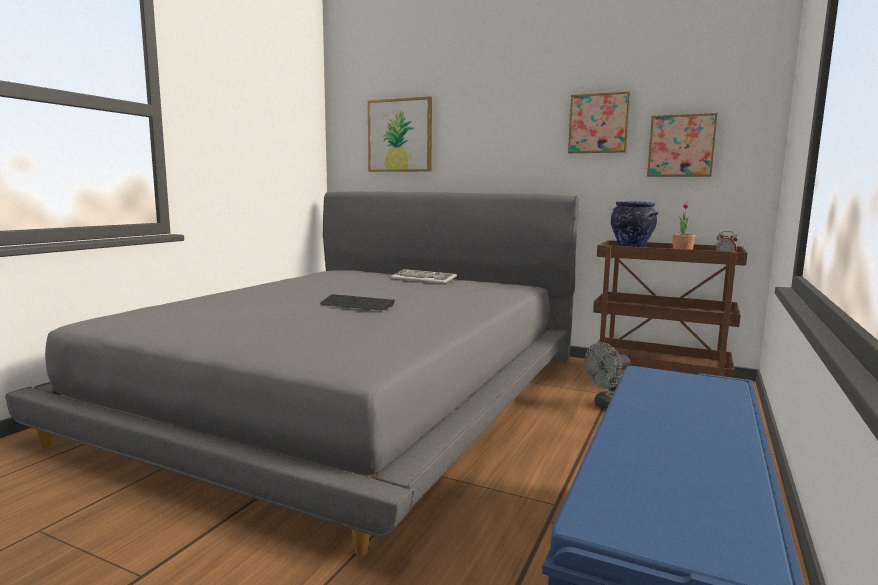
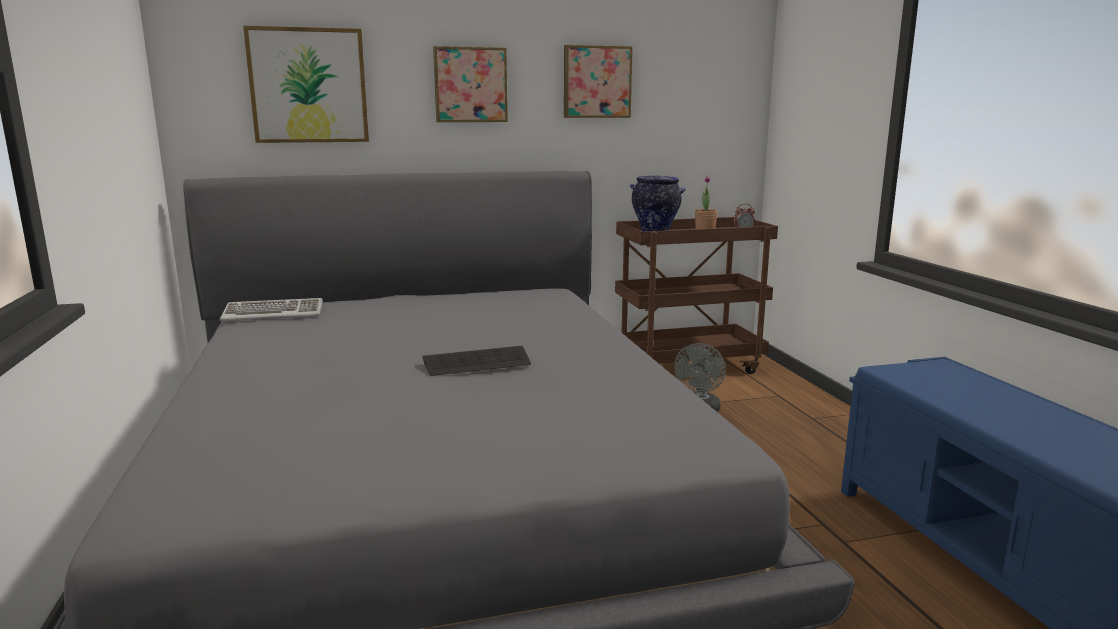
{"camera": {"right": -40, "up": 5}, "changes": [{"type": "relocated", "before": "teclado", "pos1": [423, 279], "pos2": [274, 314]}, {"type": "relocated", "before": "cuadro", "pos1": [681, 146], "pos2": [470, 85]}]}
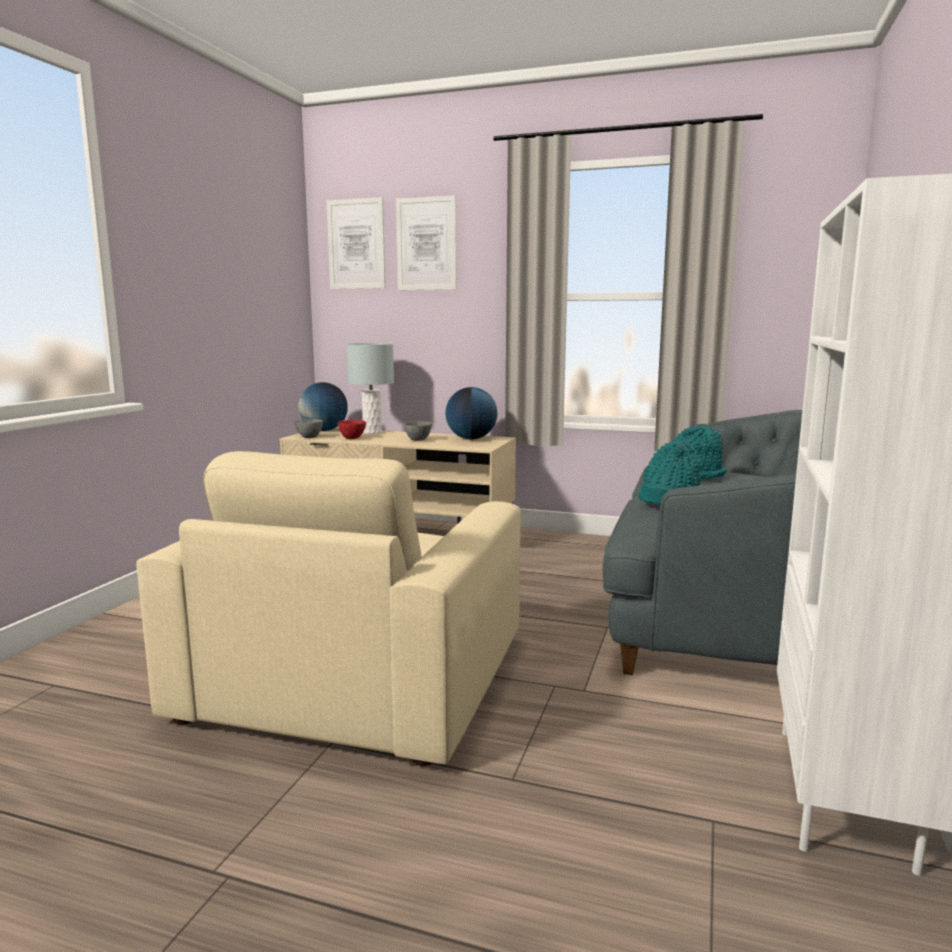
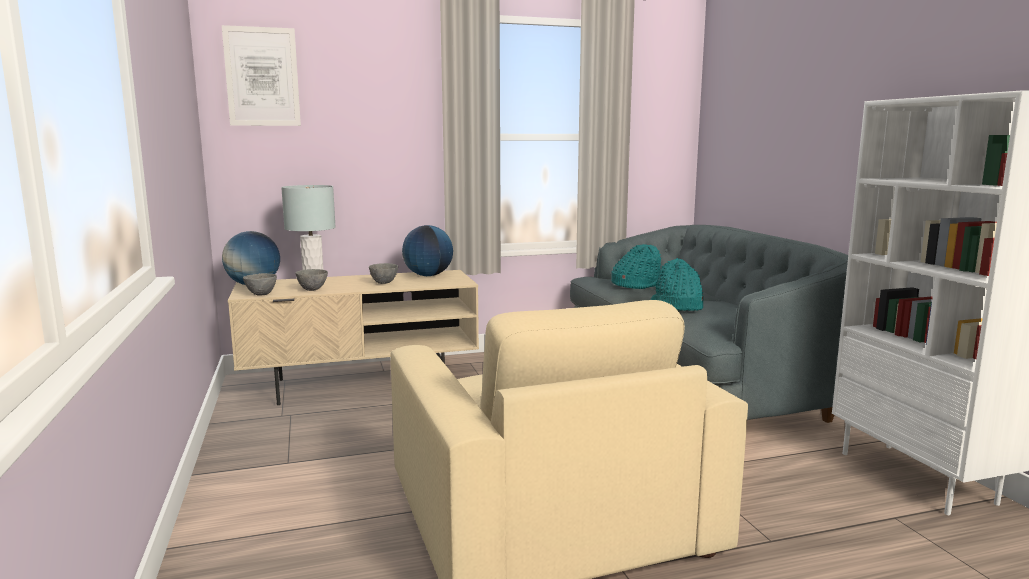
{"camera": {"right": -35, "up": 0}, "changes": [{"type": "colour", "before": "cuenco (rojo)", "after": "cuenco (gris)", "pos1": [352, 438], "pos2": [312, 289]}, {"type": "missing", "before": "cuadro", "pos1": [426, 244]}]}
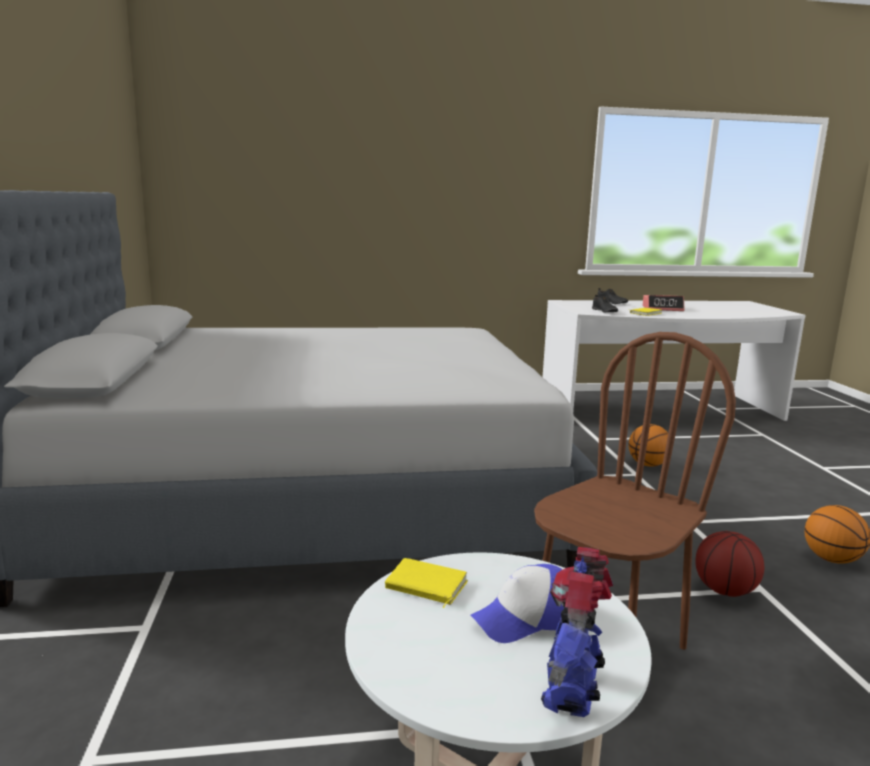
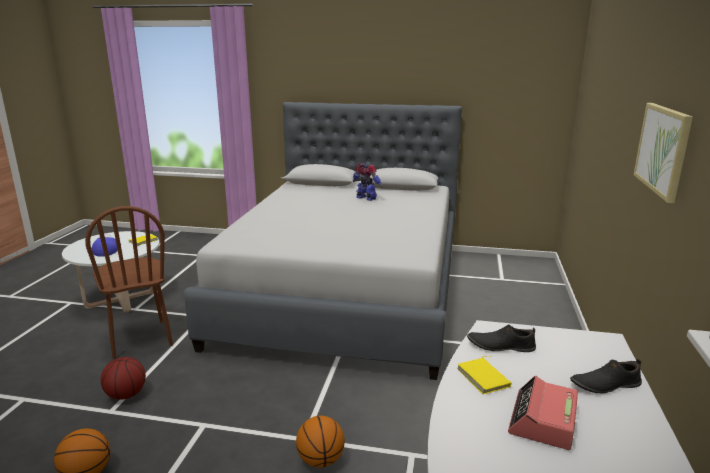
{"camera": {"right": 110, "up": 5}, "changes": [{"type": "relocated", "before": "robot de juguete", "pos1": [572, 688], "pos2": [366, 198]}, {"type": "appeared", "after": "cuadro", "pos2": [663, 149]}]}
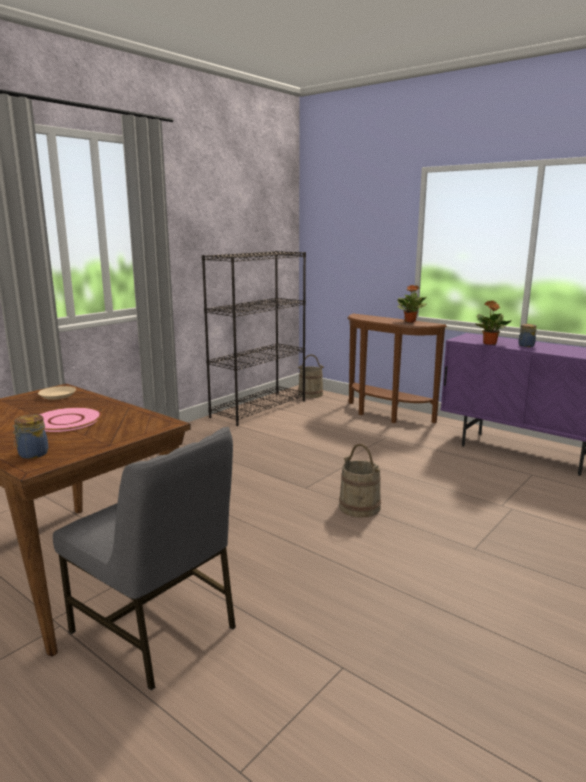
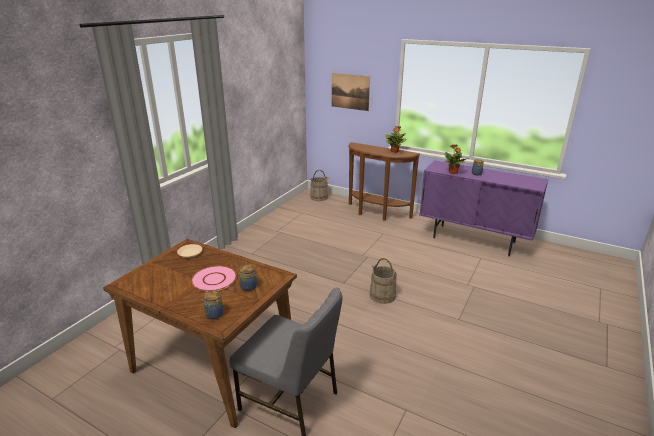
{"camera": {"right": -10, "up": 10}, "changes": [{"type": "missing", "before": "estantería (negro)", "pos1": [259, 408]}, {"type": "appeared", "after": "tarro", "pos2": [248, 286]}, {"type": "appeared", "after": "cuadro", "pos2": [350, 91]}]}
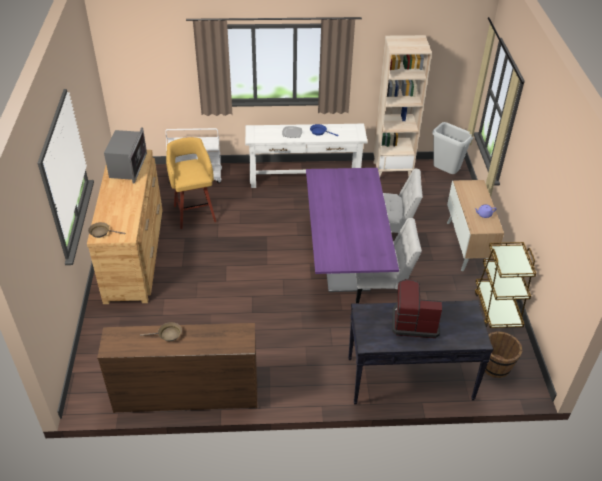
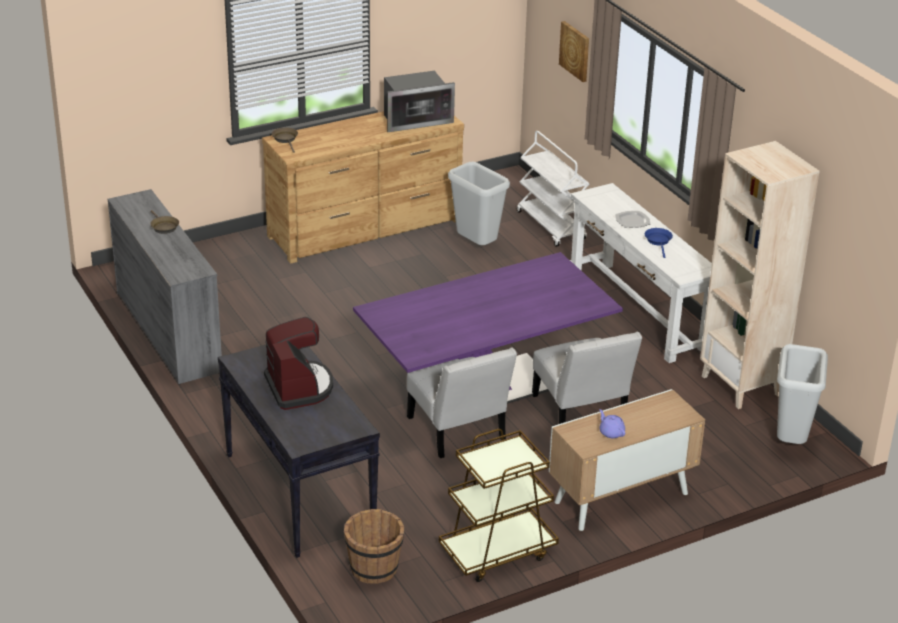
{"camera": {"right": 65, "up": -10}, "changes": [{"type": "colour", "before": "cómoda (marrón)", "after": "cómoda (gris)", "pos1": [186, 395], "pos2": [169, 331]}, {"type": "exchanged", "before": "taburete (amarillo)", "after": "papelera (gris)", "pos1": [194, 212], "pos2": [477, 246]}, {"type": "appeared", "after": "cuadro", "pos2": [575, 51]}]}
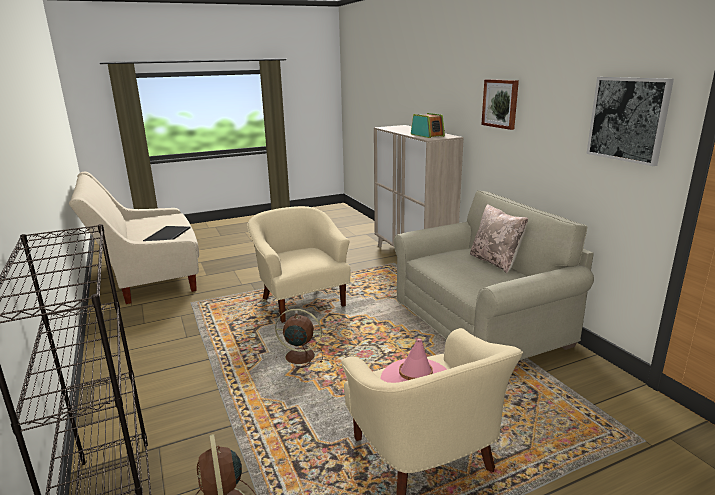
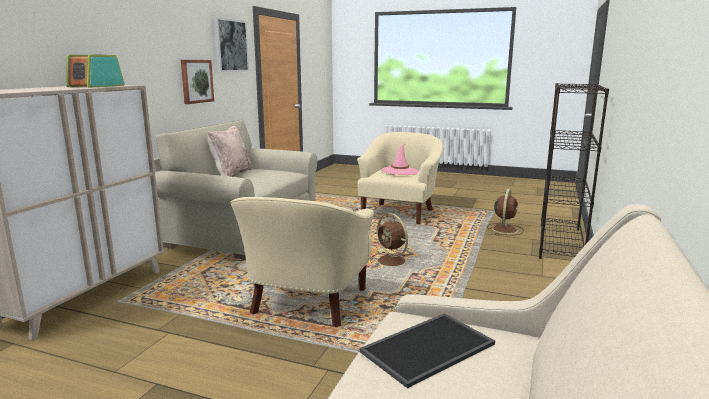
{"camera": {"right": -135, "up": -5}, "changes": [{"type": "relocated", "before": "cuadro", "pos1": [500, 103], "pos2": [196, 81]}]}
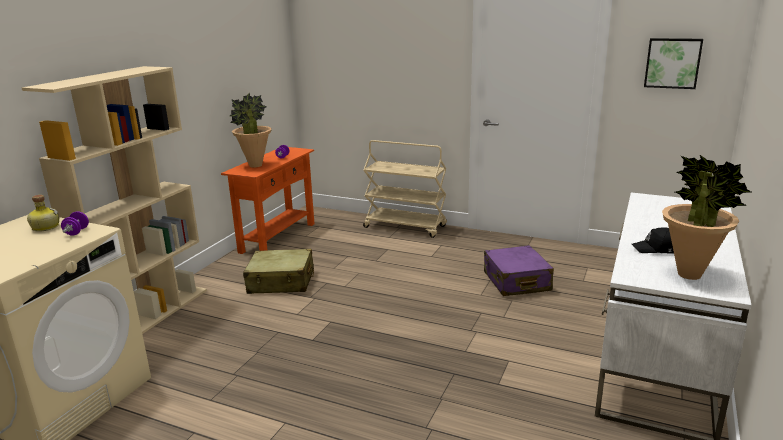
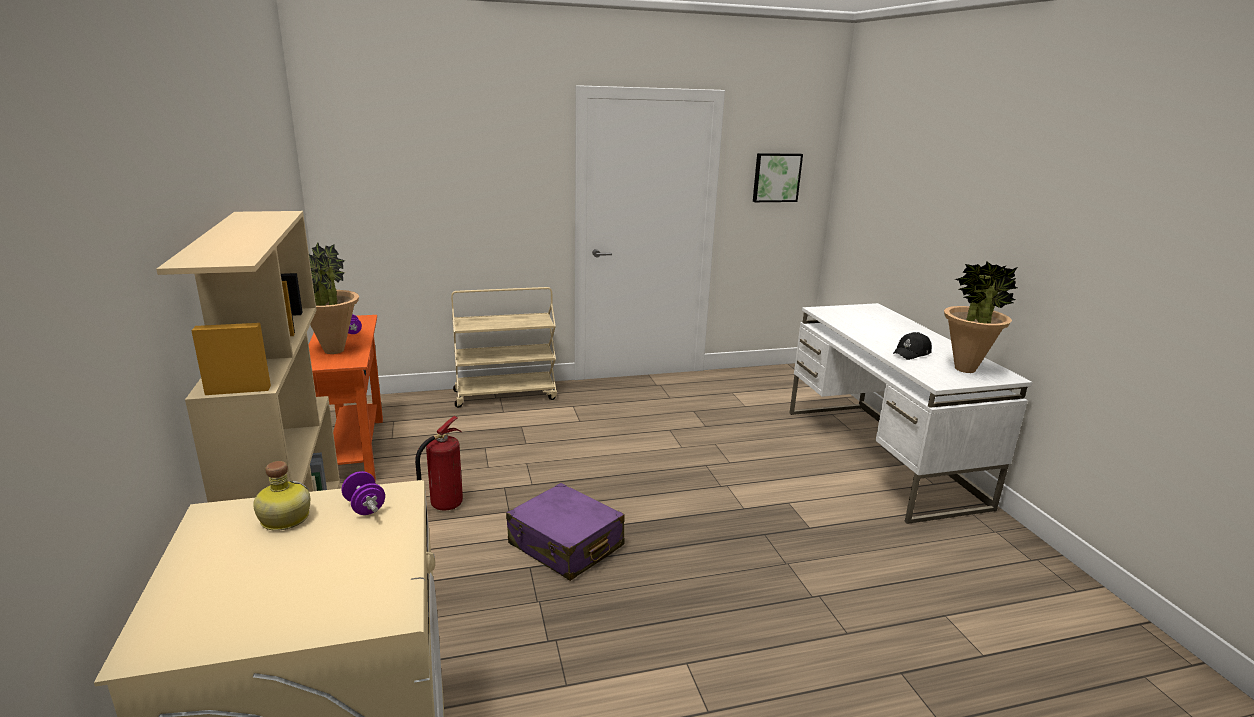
{"camera": {"right": -40, "up": 0}, "changes": [{"type": "exchanged", "before": "maleta (beis)", "after": "extintor", "pos1": [281, 282], "pos2": [444, 505]}, {"type": "relocated", "before": "maleta (morado)", "pos1": [516, 281], "pos2": [566, 545]}]}
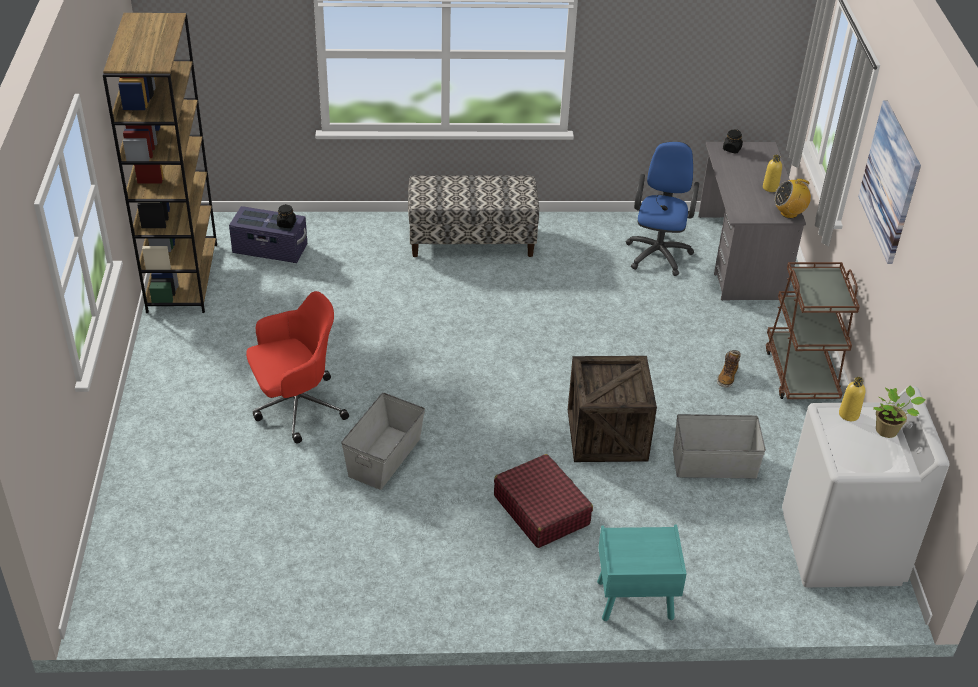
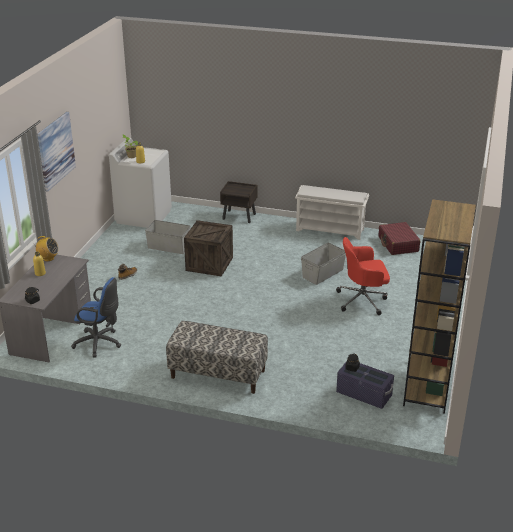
{"camera": {"right": -160, "up": -10}, "changes": [{"type": "relocated", "before": "maleta (rojo)", "pos1": [541, 510], "pos2": [398, 244]}, {"type": "colour", "before": "mesita de noche (turquesa)", "after": "mesita de noche (marrón)", "pos1": [634, 600], "pos2": [239, 217]}, {"type": "spun", "before": "silla de oficina (azul)", "pos1": [659, 252], "pos2": [100, 343], "turn": -105}, {"type": "missing", "before": "carrito (marrón)", "pos1": [801, 373]}, {"type": "appeared", "after": "zapatero (blanco)", "pos2": [330, 230]}]}
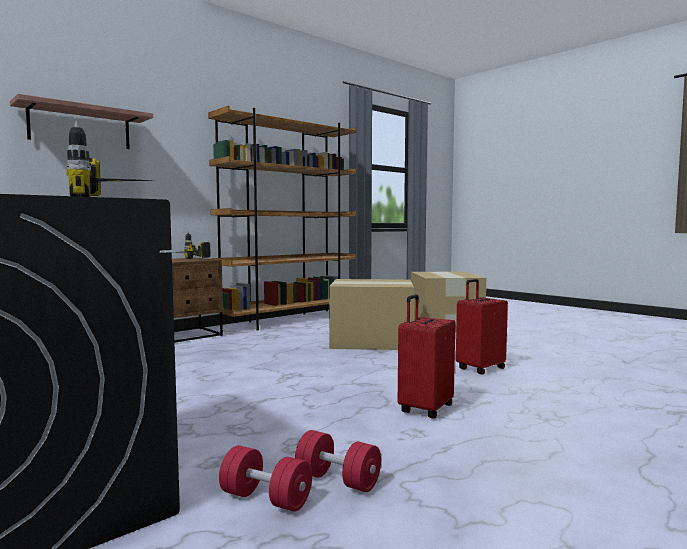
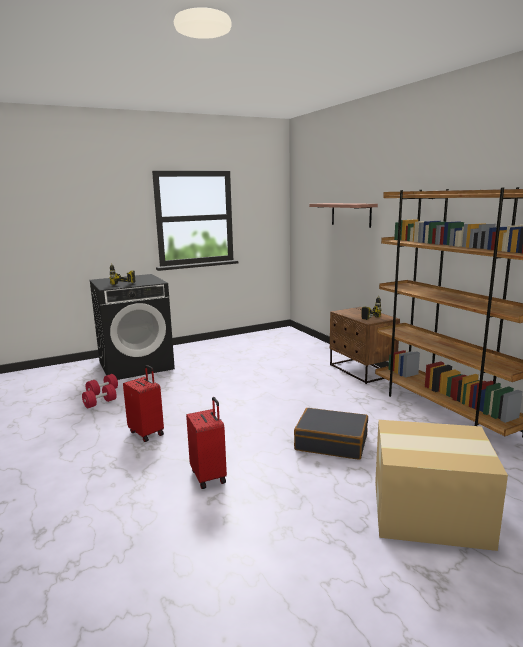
{"camera": {"right": 105, "up": 10}, "changes": [{"type": "exchanged", "before": "caja de cartón", "after": "maleta (negro)", "pos1": [373, 341], "pos2": [331, 442]}]}
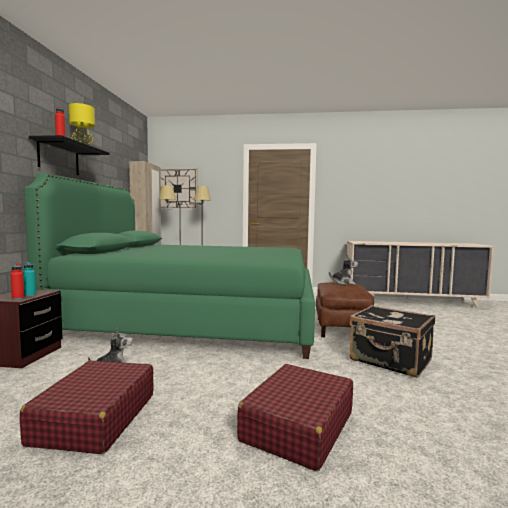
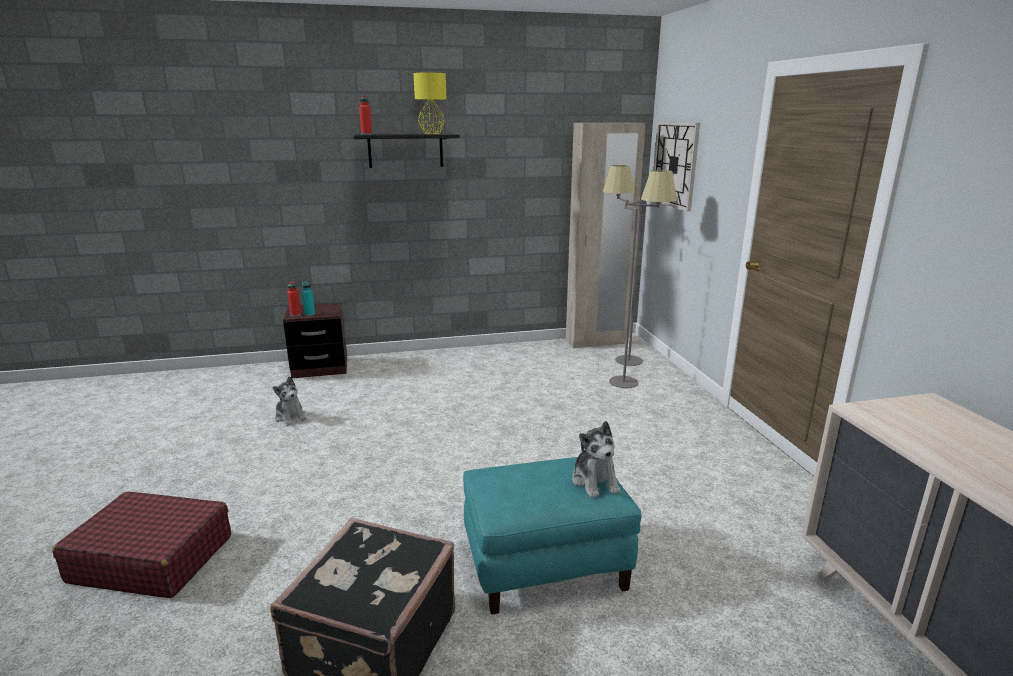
{"camera": {"right": 70, "up": 15}, "changes": [{"type": "missing", "before": "maleta (rojo)", "pos1": [95, 418]}, {"type": "missing", "before": "cama (verde)", "pos1": [195, 321]}, {"type": "colour", "before": "puf (marrón)", "after": "puf (turquesa)", "pos1": [341, 328], "pos2": [546, 564]}]}
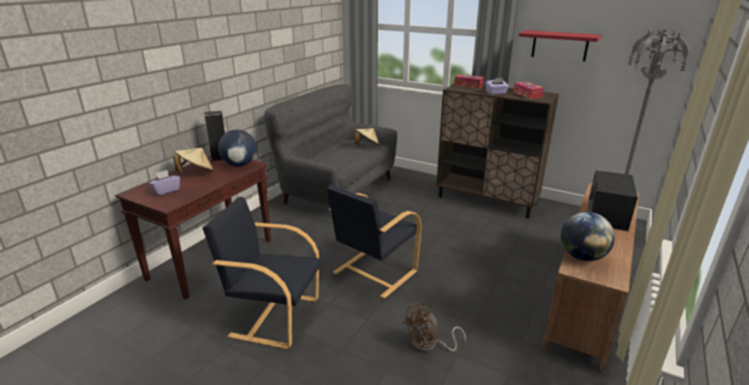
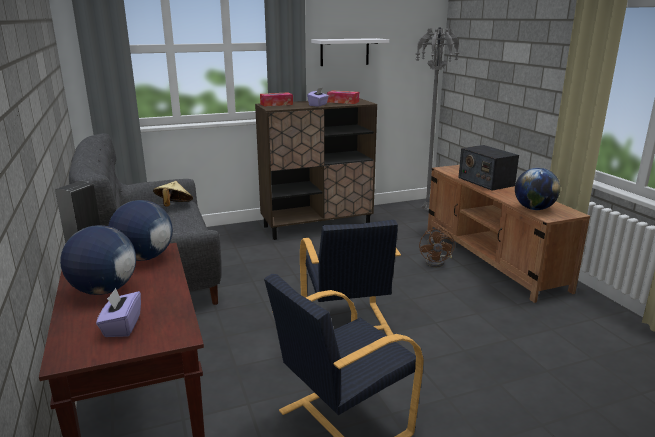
{"camera": {"right": -50, "up": -5}, "changes": [{"type": "exchanged", "before": "sombrero (beis)", "after": "globo terráqueo", "pos1": [196, 173], "pos2": [104, 290]}, {"type": "relocated", "before": "ventilador (marrón)", "pos1": [429, 345], "pos2": [437, 262]}, {"type": "colour", "before": "estante (rojo)", "after": "estante (blanco)", "pos1": [559, 45], "pos2": [344, 52]}]}
